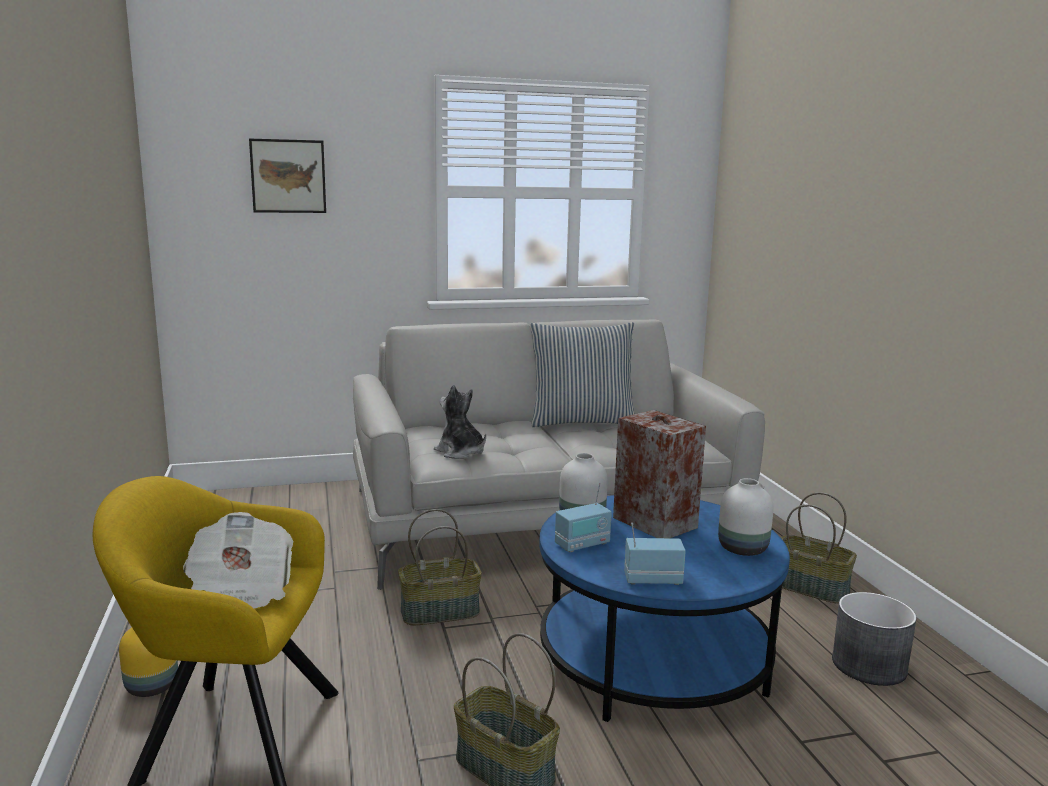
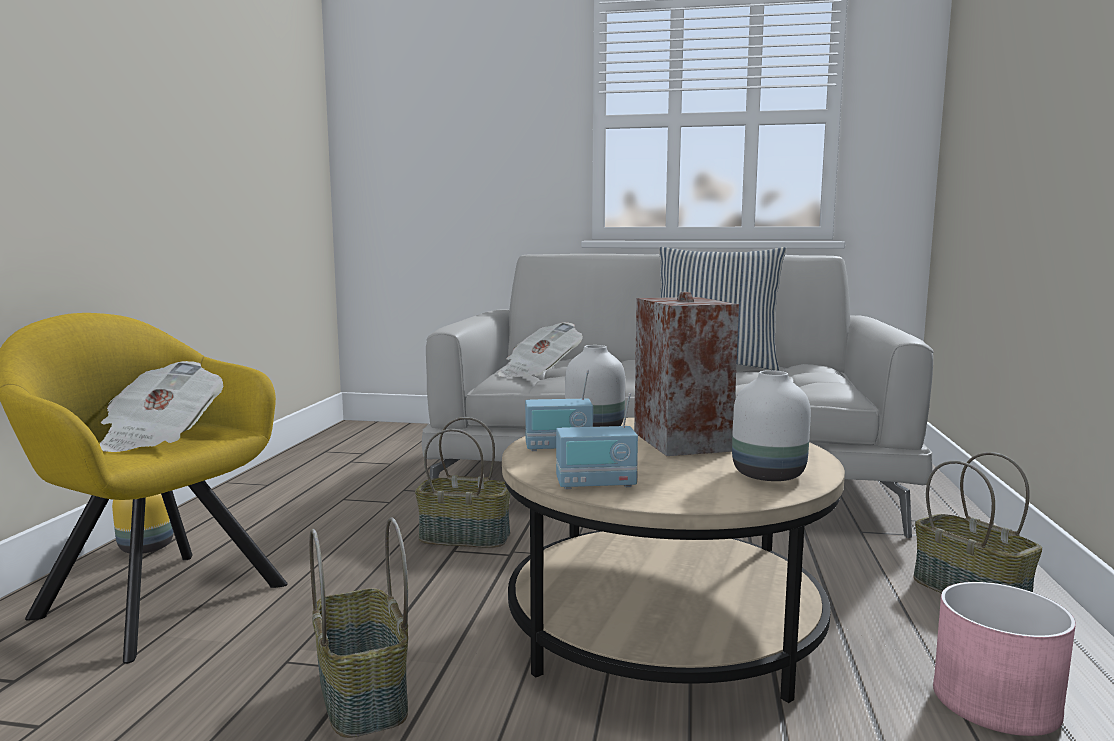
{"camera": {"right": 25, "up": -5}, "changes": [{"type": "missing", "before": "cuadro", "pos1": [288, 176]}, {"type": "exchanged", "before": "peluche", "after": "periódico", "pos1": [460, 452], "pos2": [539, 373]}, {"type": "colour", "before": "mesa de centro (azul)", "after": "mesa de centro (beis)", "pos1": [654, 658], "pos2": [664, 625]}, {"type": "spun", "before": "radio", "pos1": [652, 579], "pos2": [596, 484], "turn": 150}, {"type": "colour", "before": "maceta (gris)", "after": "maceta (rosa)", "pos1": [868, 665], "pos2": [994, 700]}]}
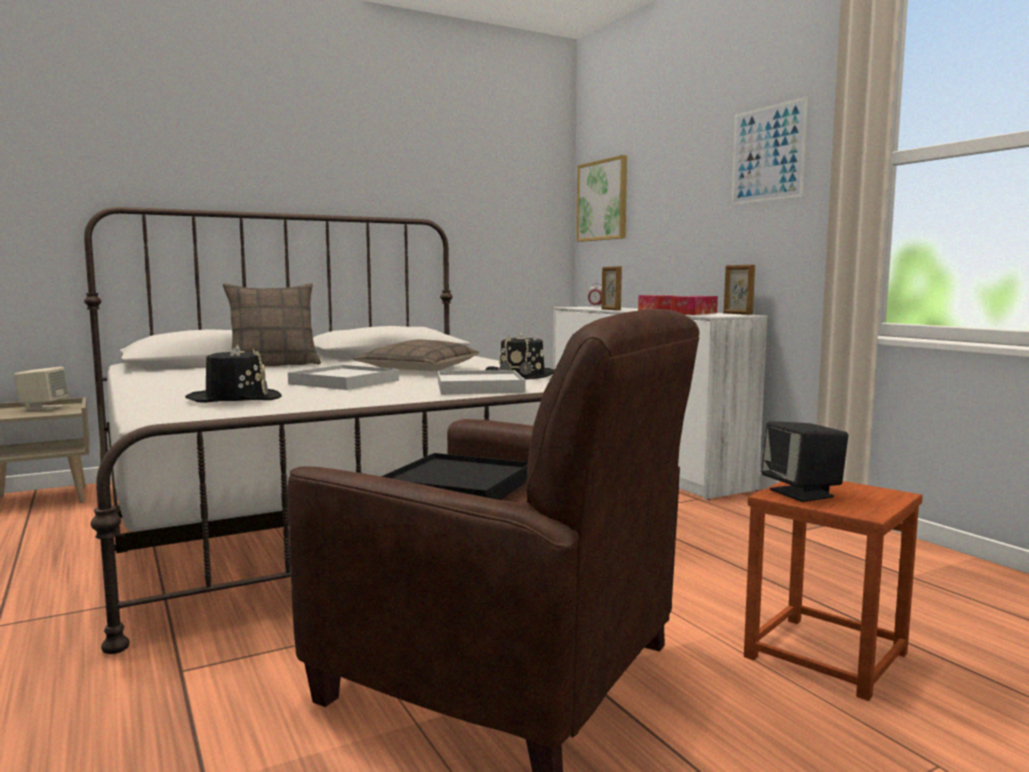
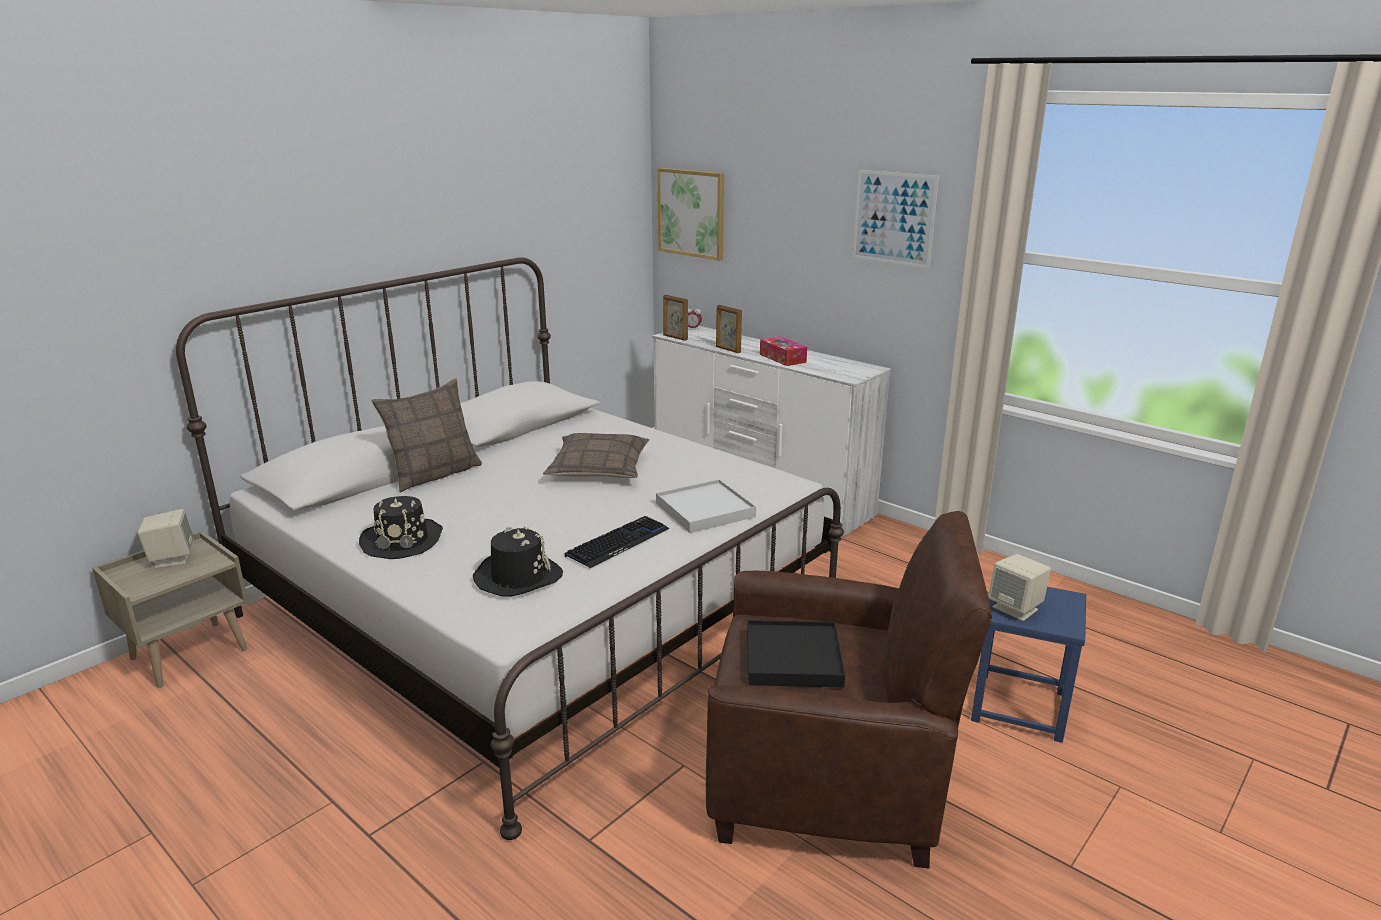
{"camera": {"right": -20, "up": 15}, "changes": [{"type": "missing", "before": "bandeja (blanco)", "pos1": [344, 382]}, {"type": "relocated", "before": "sombrero (negro)", "pos1": [522, 376], "pos2": [402, 540]}, {"type": "missing", "before": "caja de pañuelos", "pos1": [694, 313]}, {"type": "relocated", "before": "portarretratos", "pos1": [737, 314], "pos2": [675, 337]}, {"type": "colour", "before": "taburete (marrón)", "after": "taburete (azul)", "pos1": [824, 656], "pos2": [1018, 707]}, {"type": "colour", "before": "altavoz (negro)", "after": "altavoz (beis)", "pos1": [802, 493], "pos2": [1016, 608]}, {"type": "appeared", "after": "teclado", "pos2": [618, 543]}]}
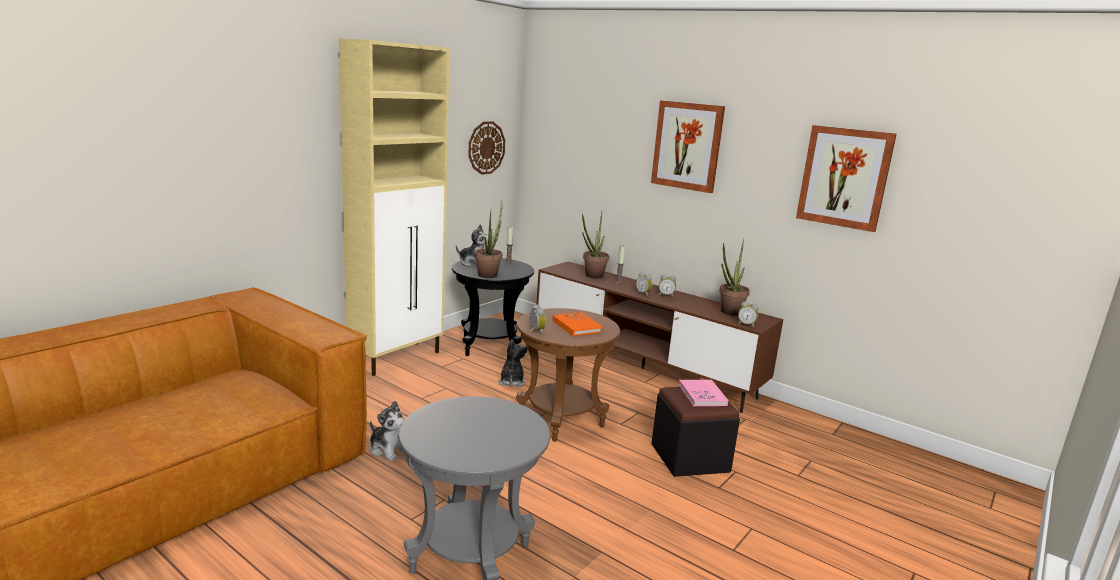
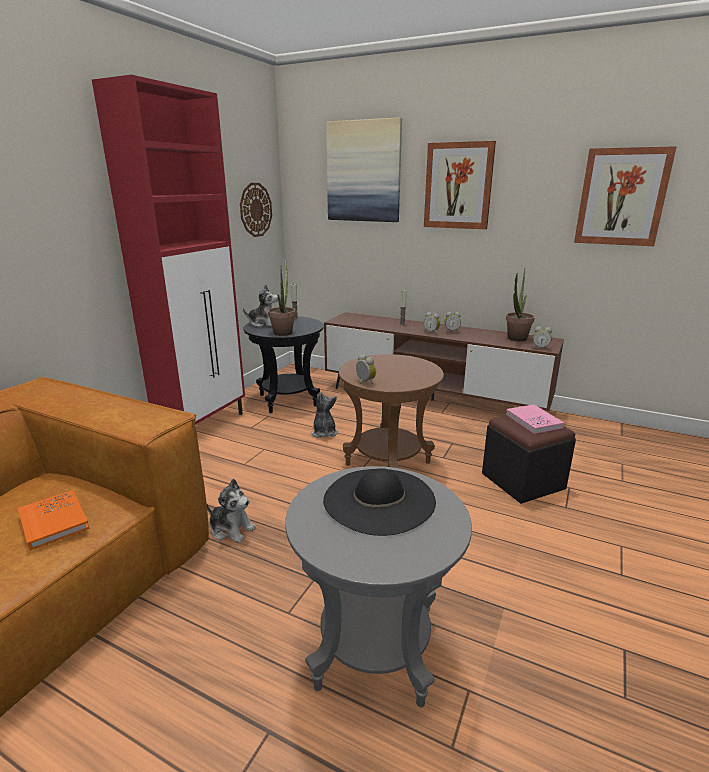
{"camera": {"right": -10, "up": 5}, "changes": [{"type": "colour", "before": "armario (beis)", "after": "armario (rojo)", "pos1": [397, 358], "pos2": [204, 426]}, {"type": "relocated", "before": "libro (naranja)", "pos1": [577, 326], "pos2": [54, 521]}, {"type": "missing", "before": "planta en maceta", "pos1": [592, 276]}, {"type": "appeared", "after": "sombrero (negro)", "pos2": [379, 500]}, {"type": "appeared", "after": "cuadro", "pos2": [363, 172]}]}
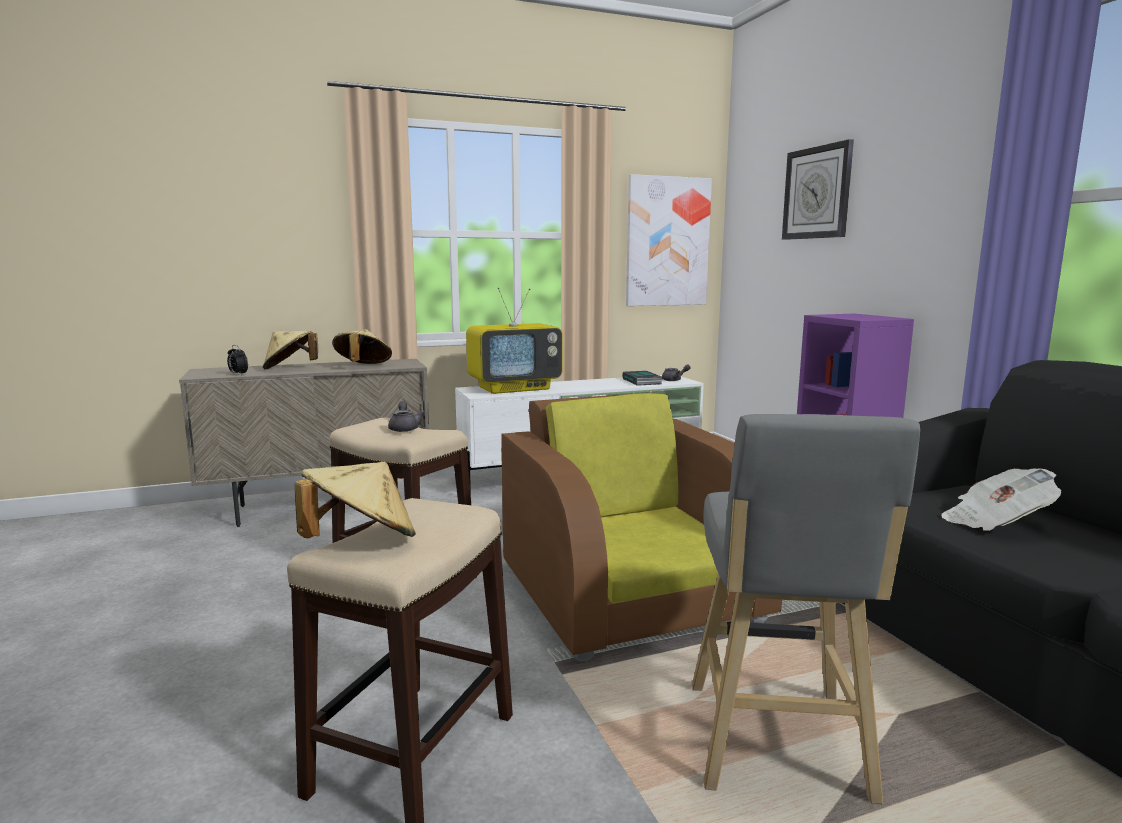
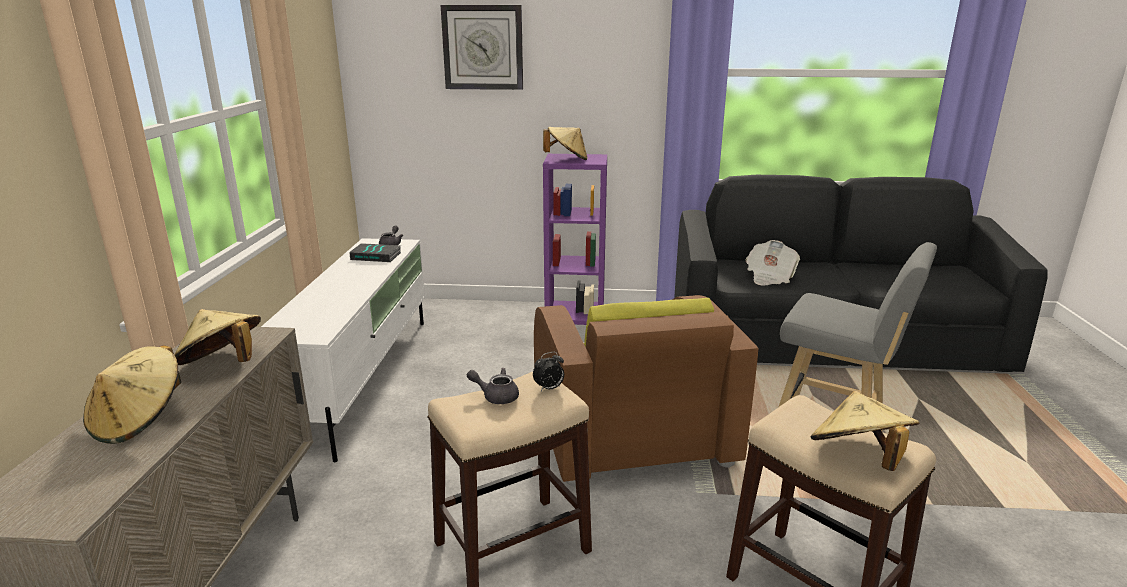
{"camera": {"right": -65, "up": 10}, "changes": [{"type": "relocated", "before": "despertador", "pos1": [238, 374], "pos2": [549, 388]}, {"type": "missing", "before": "televisor", "pos1": [515, 388]}, {"type": "spun", "before": "sillón (marrón)", "pos1": [629, 593], "pos2": [630, 431], "turn": -105}, {"type": "missing", "before": "cuadro", "pos1": [667, 242]}, {"type": "appeared", "after": "sombrero (beis)", "pos2": [567, 159]}]}
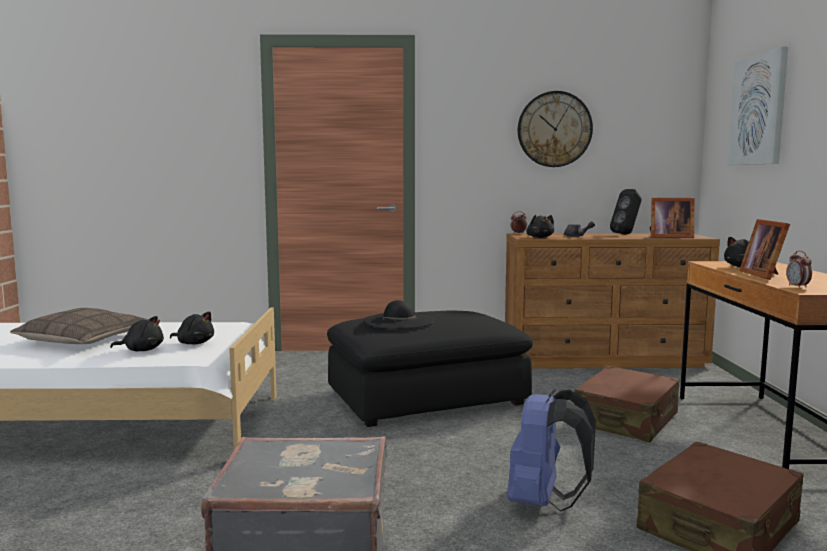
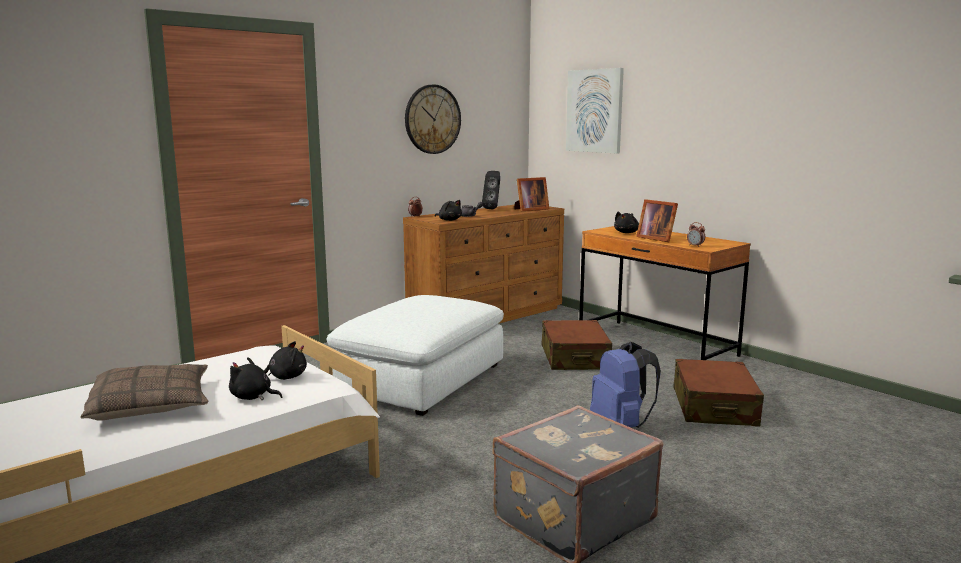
{"camera": {"right": -40, "up": 5}, "changes": [{"type": "spun", "before": "peluche (negro)", "pos1": [141, 350], "pos2": [253, 397], "turn": -120}, {"type": "colour", "before": "puf (negro)", "after": "puf (blanco)", "pos1": [426, 398], "pos2": [421, 380]}, {"type": "missing", "before": "sombrero (negro)", "pos1": [399, 321]}]}
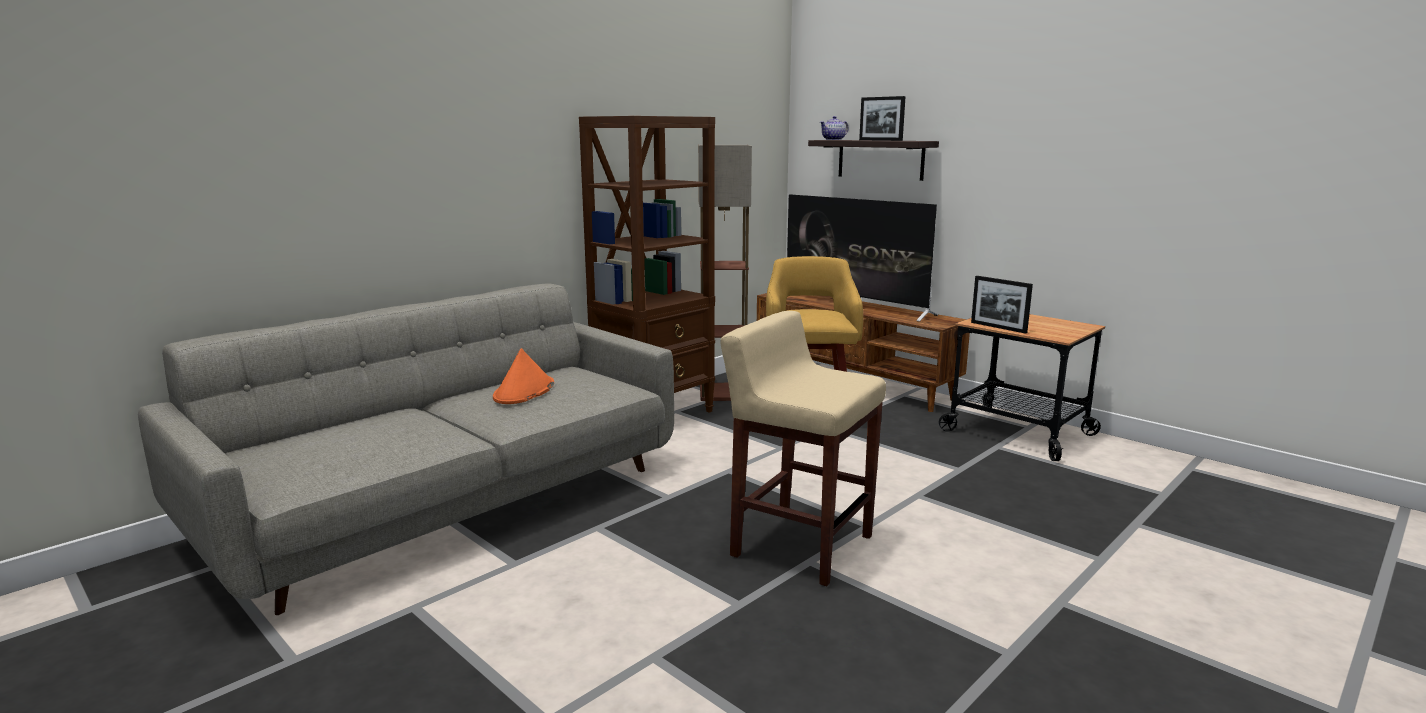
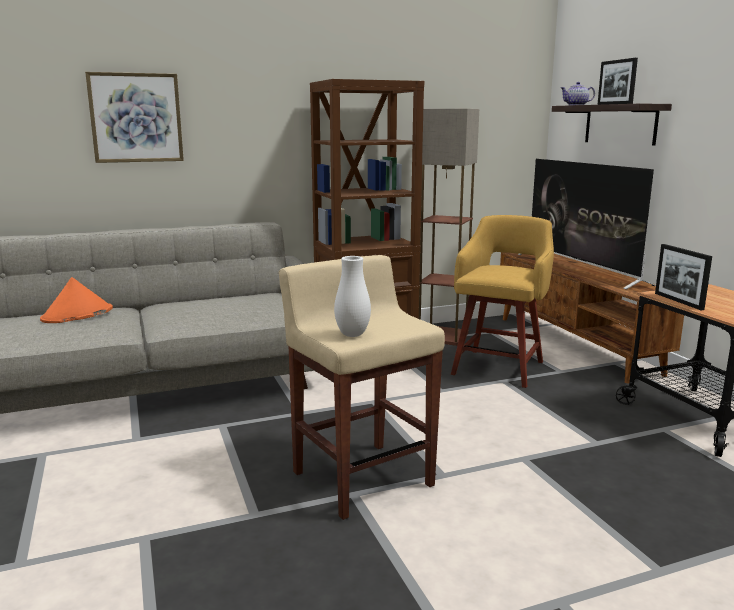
{"camera": {"right": 25, "up": 0}, "changes": [{"type": "relocated", "before": "sombrero (naranja)", "pos1": [524, 391], "pos2": [77, 315]}, {"type": "appeared", "after": "cuadro", "pos2": [136, 118]}, {"type": "appeared", "after": "florero (blanco)", "pos2": [352, 335]}]}
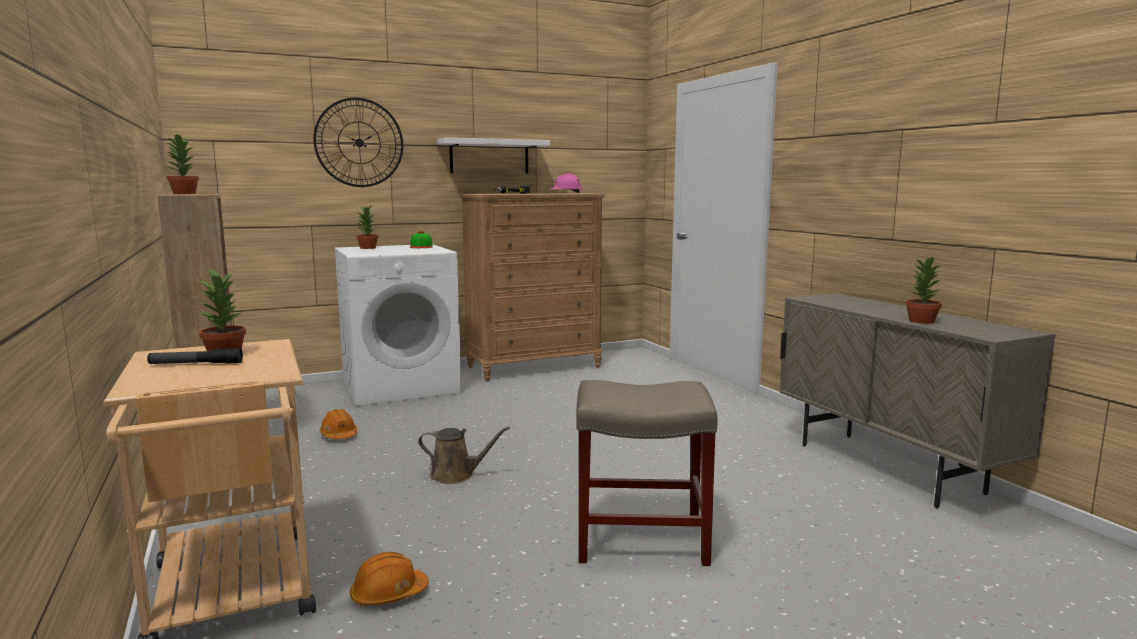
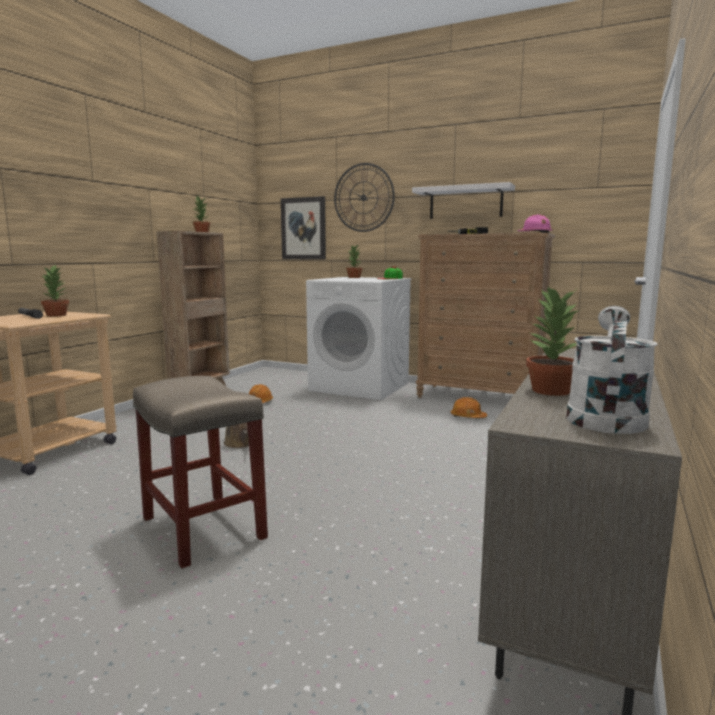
{"camera": {"right": 50, "up": 0}, "changes": [{"type": "relocated", "before": "casco (naranja)", "pos1": [388, 594], "pos2": [467, 417]}, {"type": "appeared", "after": "cuadro", "pos2": [303, 228]}, {"type": "appeared", "after": "regadera (blanco)", "pos2": [605, 416]}]}
